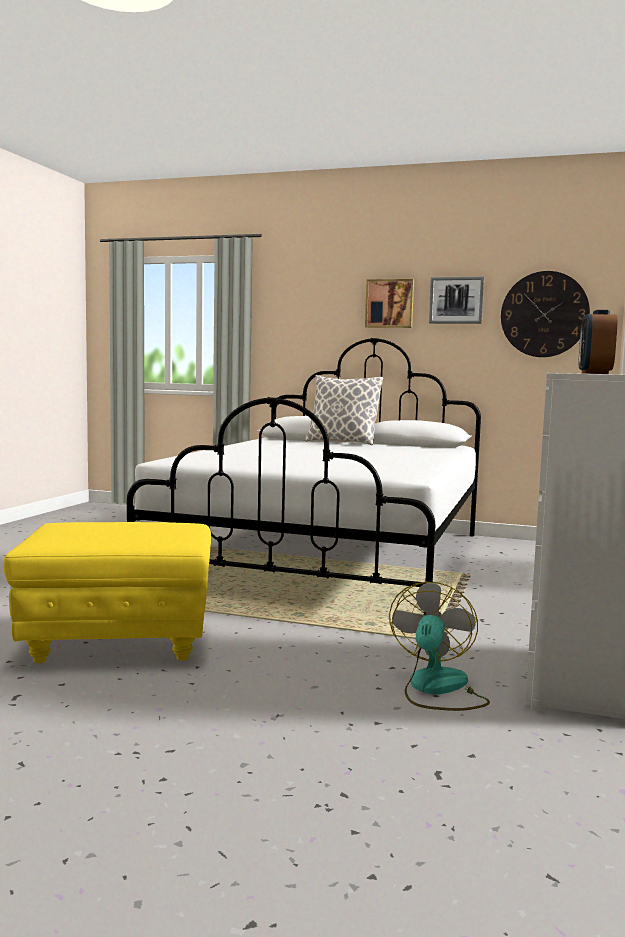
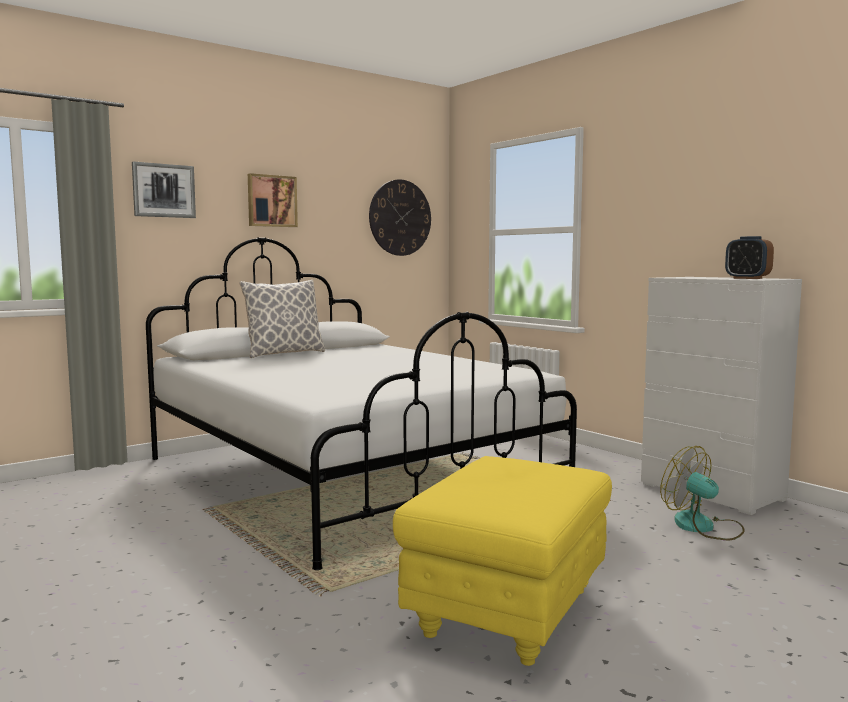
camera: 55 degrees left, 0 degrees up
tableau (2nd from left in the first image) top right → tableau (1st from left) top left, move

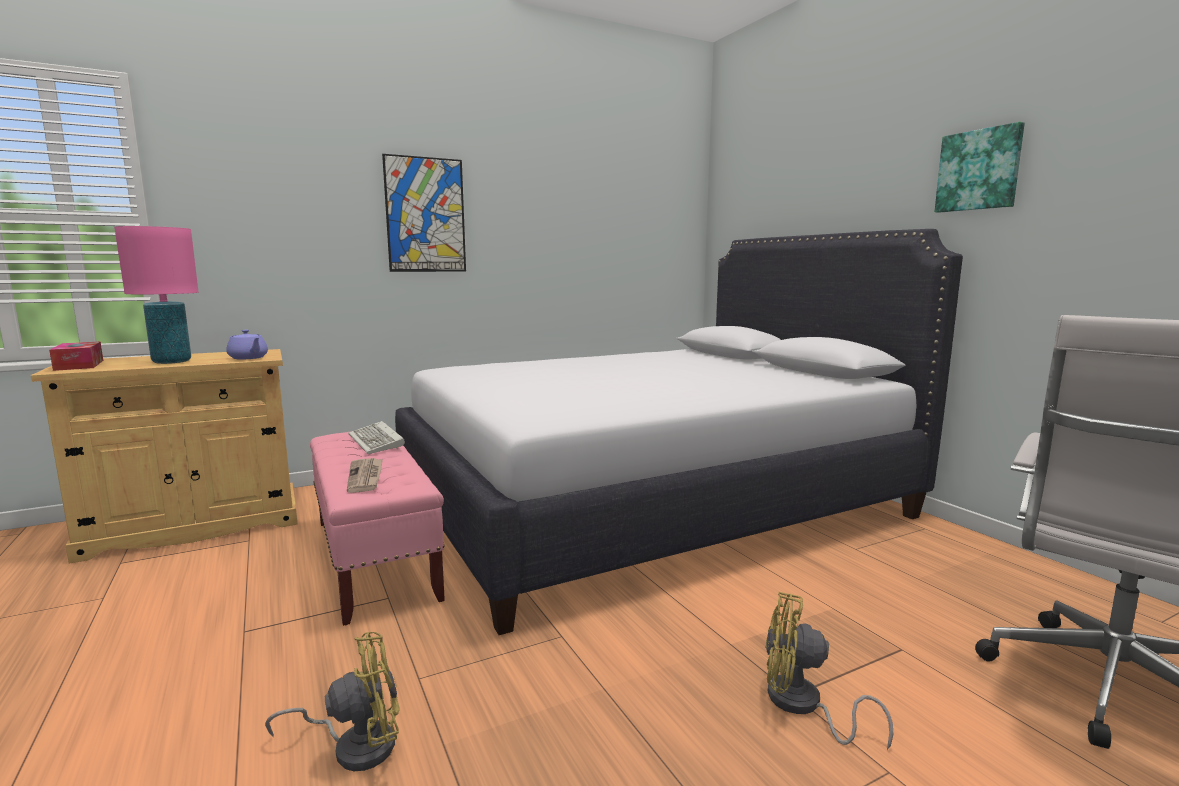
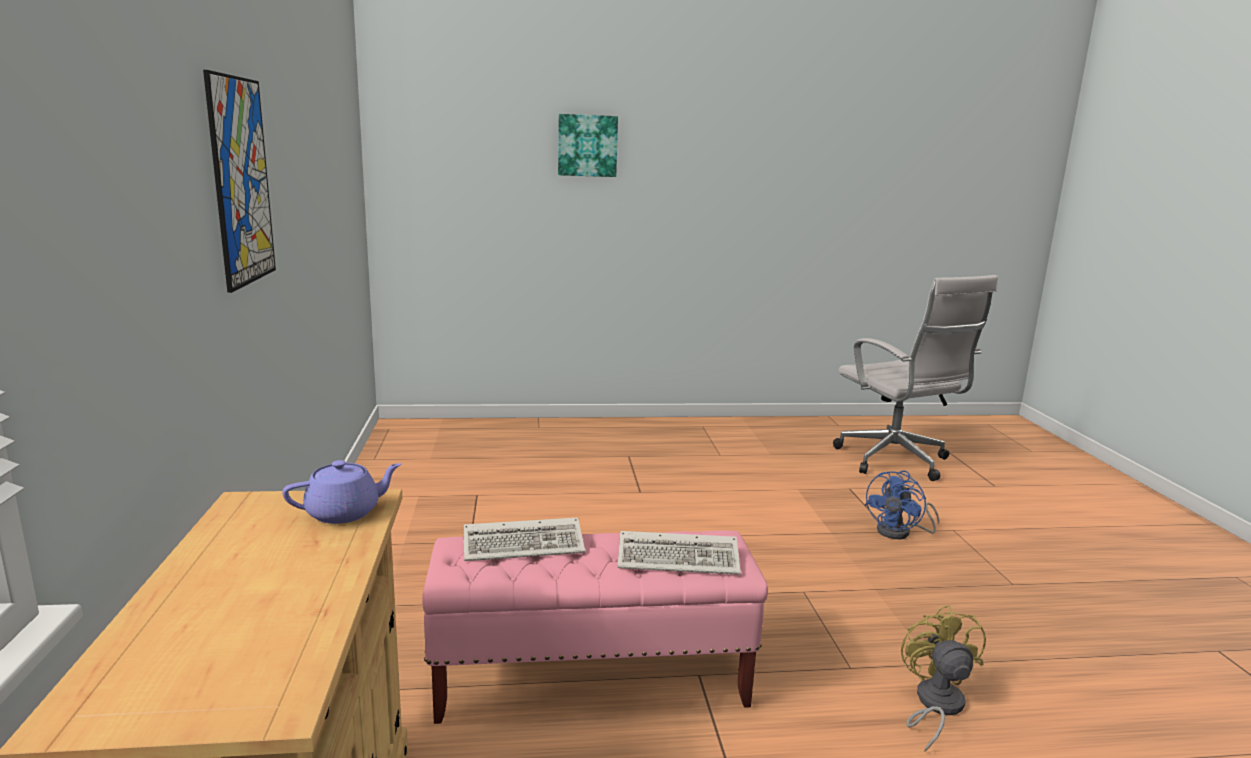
camera: 70 degrees left, 5 degrees up
tableau (2nd from left) top right → tableau (2nd from left) top centre, move
lampe de table (rose) middle left → -
lit (blanc) centre → -
boîte à mouchoirs middle left → -
journal middle left → clavier (2nd from left) bottom centre
ventilateur (jaune) (2nd from left) bottom right → ventilateur (bleu) middle right

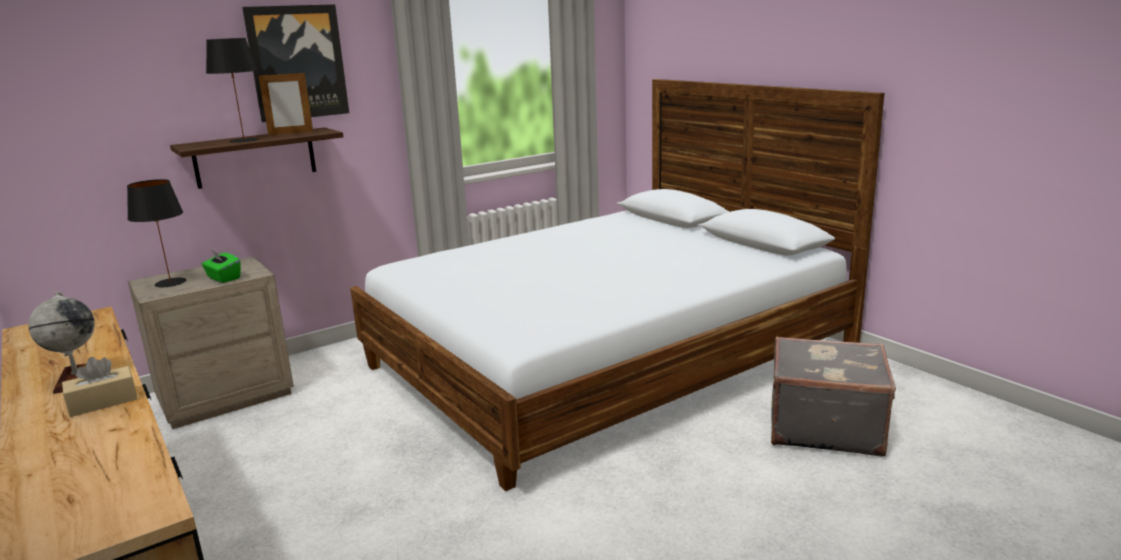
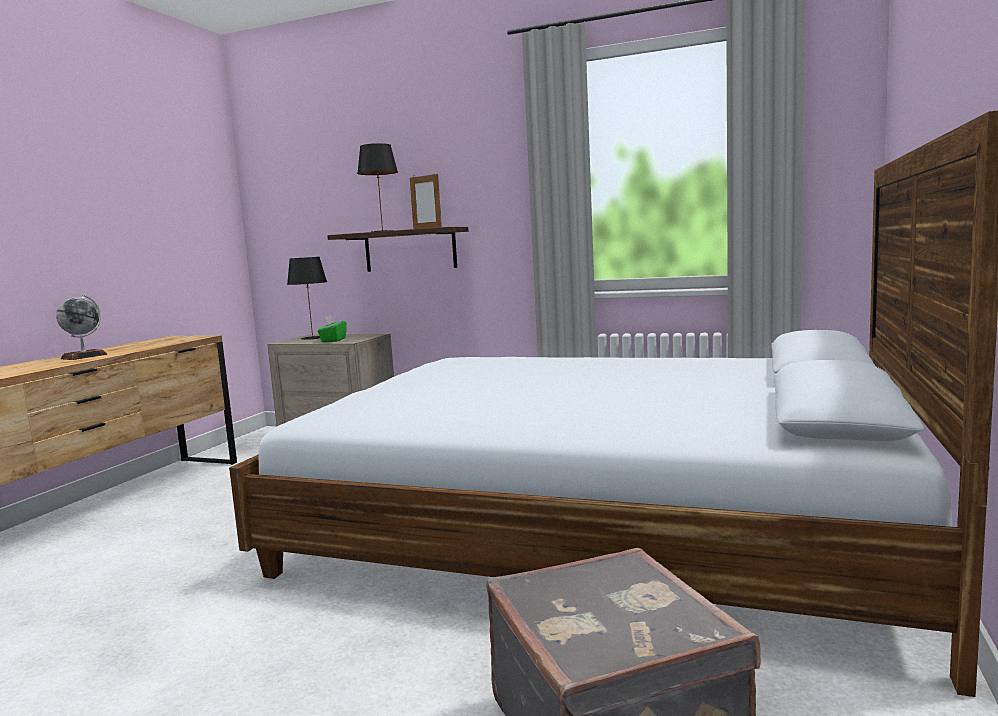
camera: 55 degrees right, 10 degrees down
tableau top left → -
boîte à mouchoirs (beige) bottom left → -

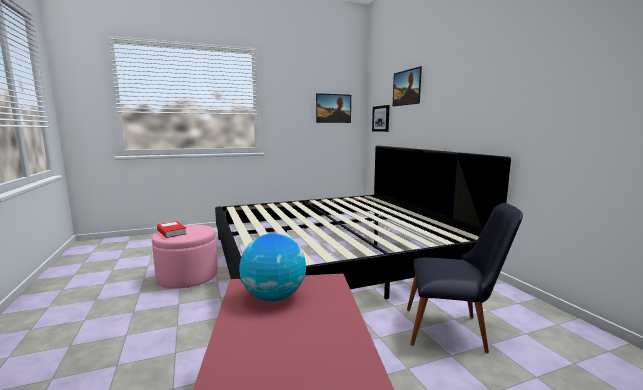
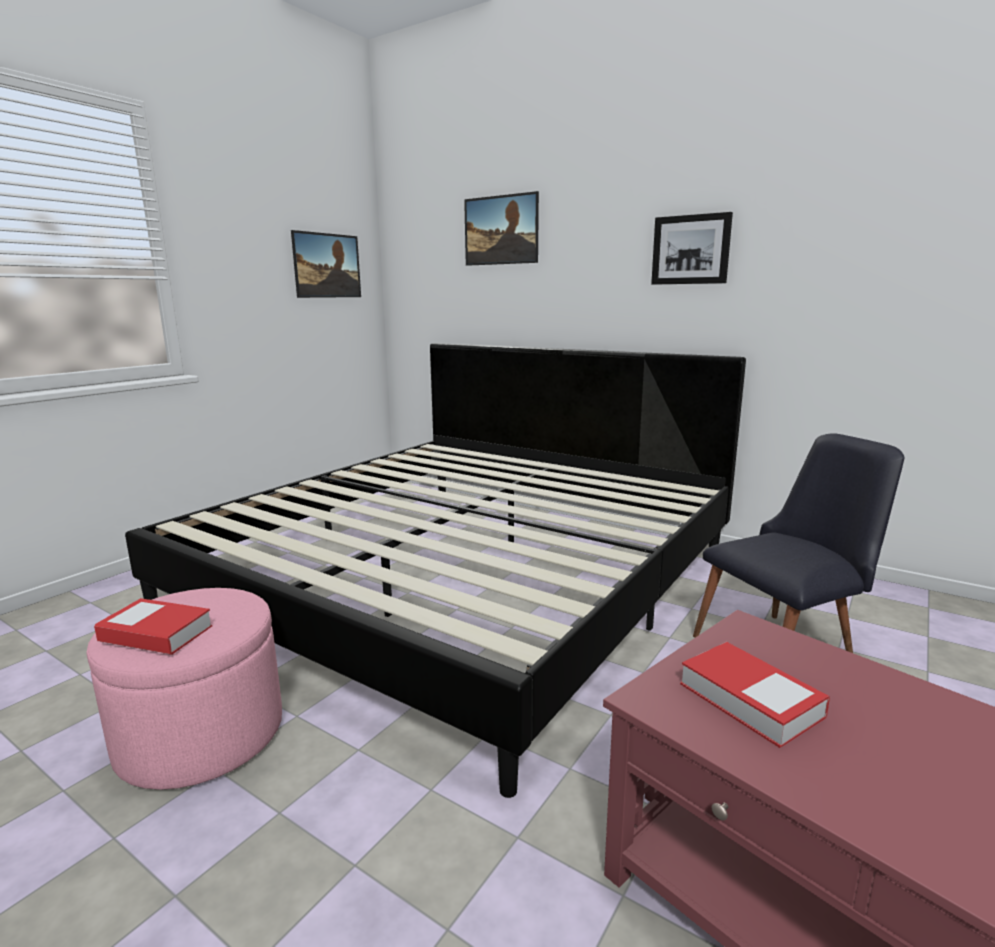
camera: 35 degrees left, 5 degrees up
tableau (2nd from left in the first image) top centre → tableau (3rd from left) top right, move
globe bottom centre → livre (2nd from left) bottom right

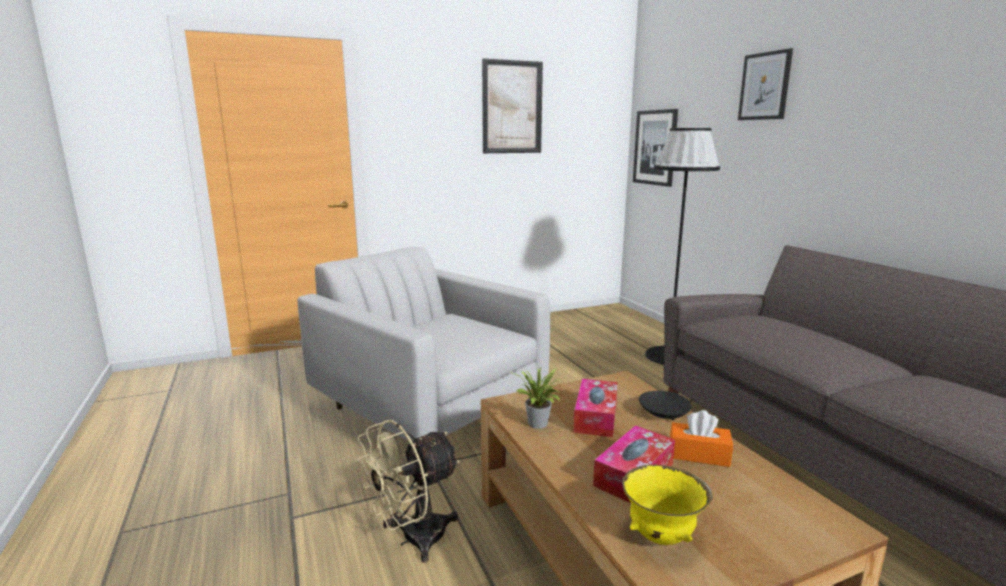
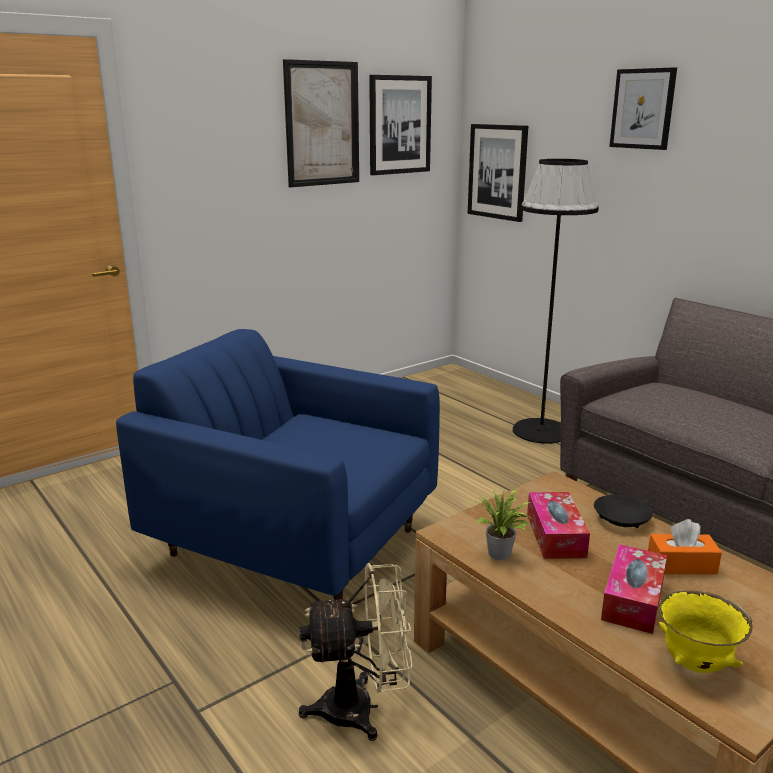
camera: 15 degrees left, 5 degrees up
fauteuil (blanc) centre → fauteuil (bleu) centre
ventilateur (beige) bottom centre, 135 degrees counterclockwise
- → tableau (2nd from left) top centre

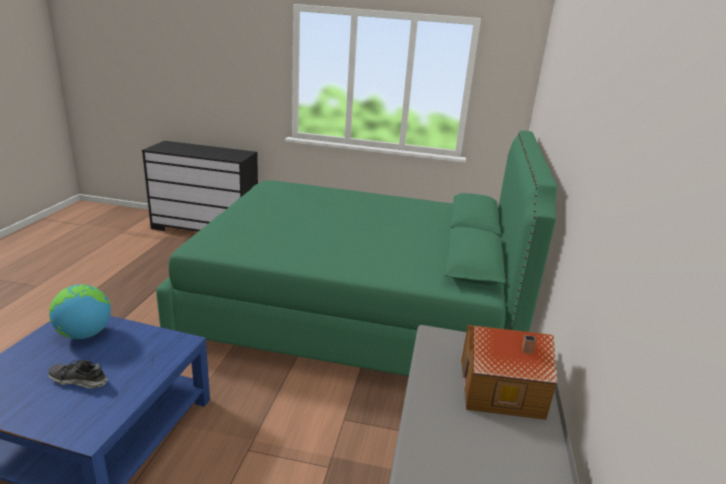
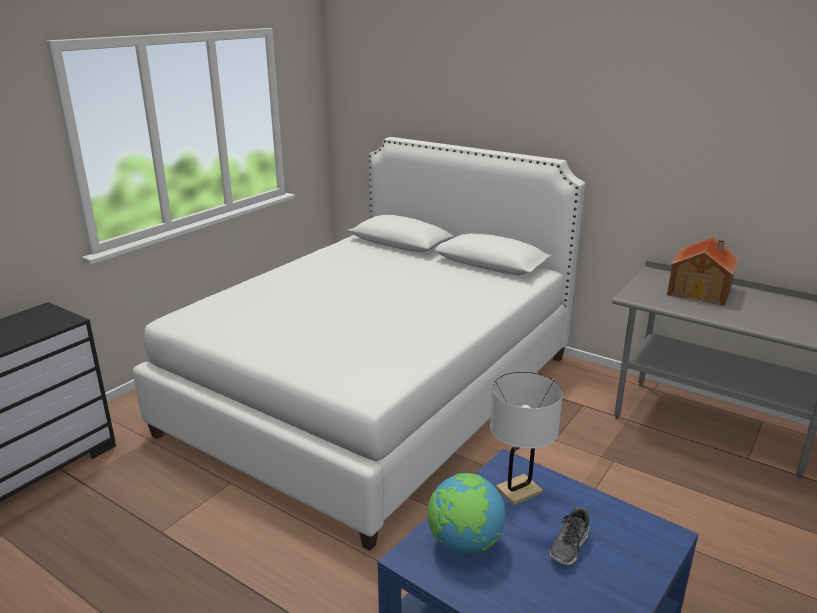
camera: 65 degrees left, 0 degrees up
lit (vert) centre → lit (blanc) centre
- → lampe de table (blanc) bottom centre

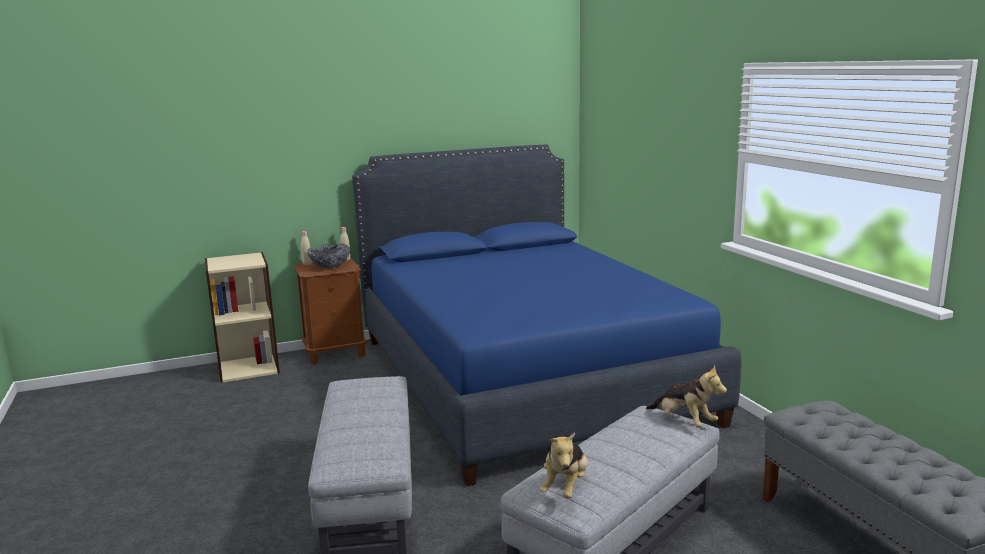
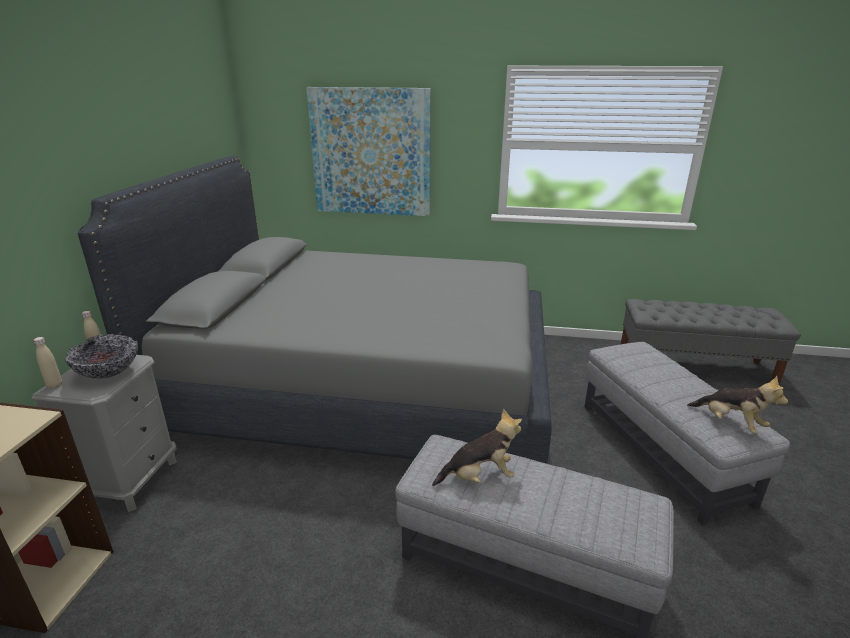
camera: 60 degrees left, 10 degrees up
lit (bleu) centre → lit (gris) centre
table de chevet (marron) centre → table de chevet (gris) bottom left
peluche (2nd from left in the first image) bottom right → peluche (1st from left) bottom centre, move
- → tableau top centre

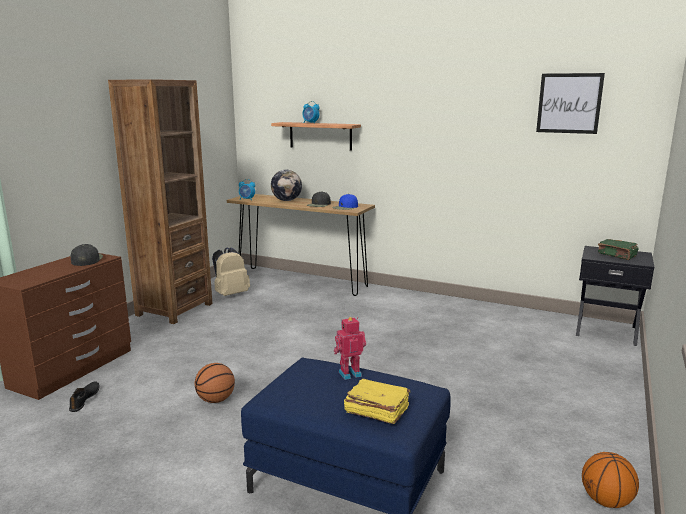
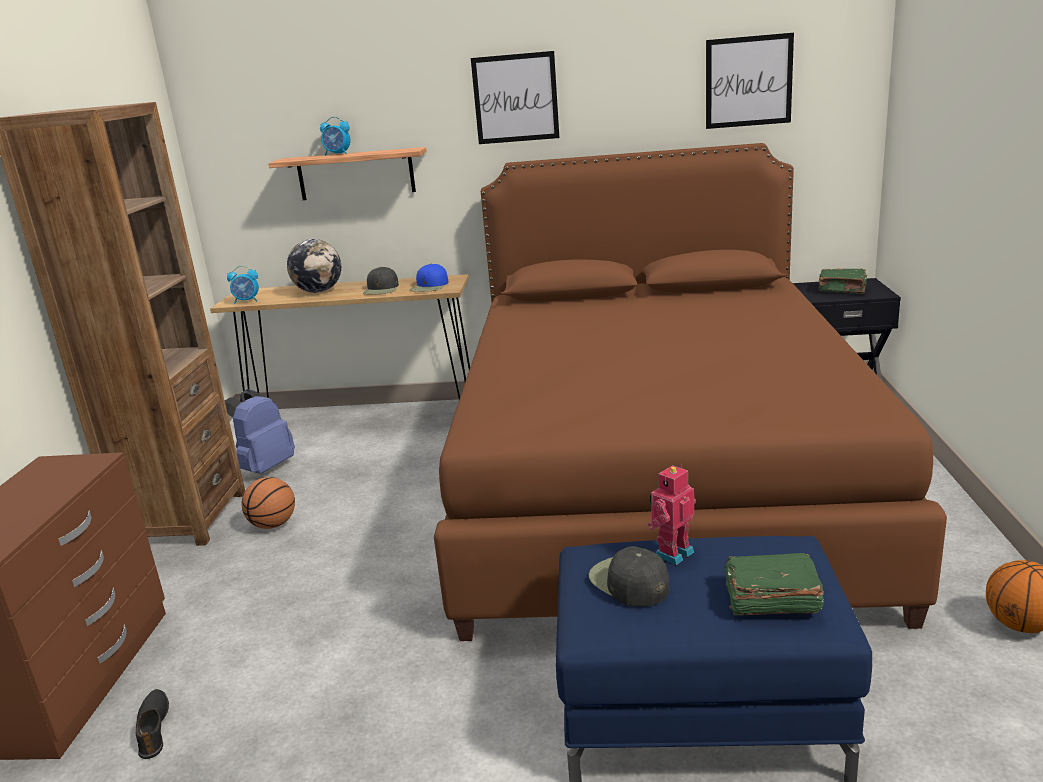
camera: 20 degrees left, 5 degrees up
casquette (noir) (1st from left in the first image) middle left → casquette (noir) (2nd from left) bottom centre, move
sac à dos (beige) centre → sac à dos (bleu) middle left
ballon de basket (1st from left) bottom left → ballon de basket (1st from left) middle left, move
livre (jaune) bottom centre → livre (vert) (1st from left) bottom right
- → tableau (1st from left) top centre
- → lit (marron) centre

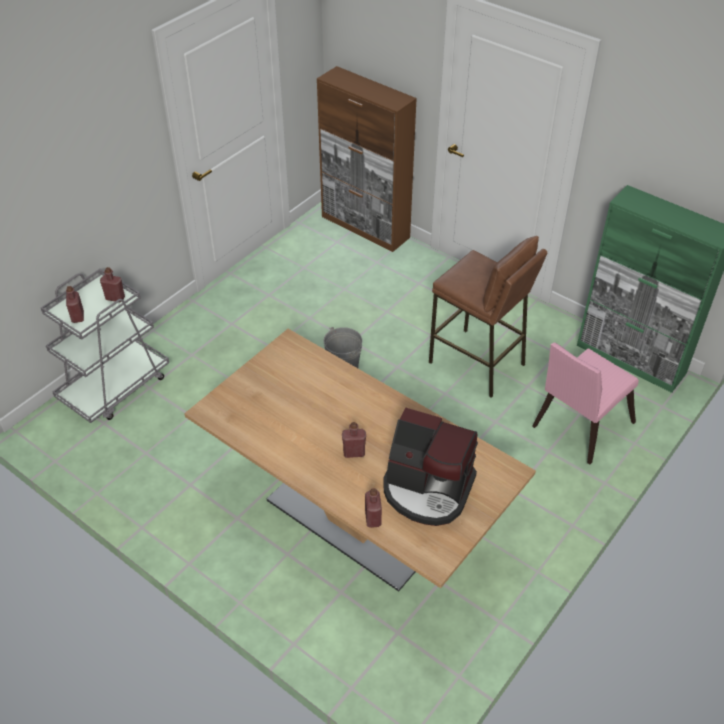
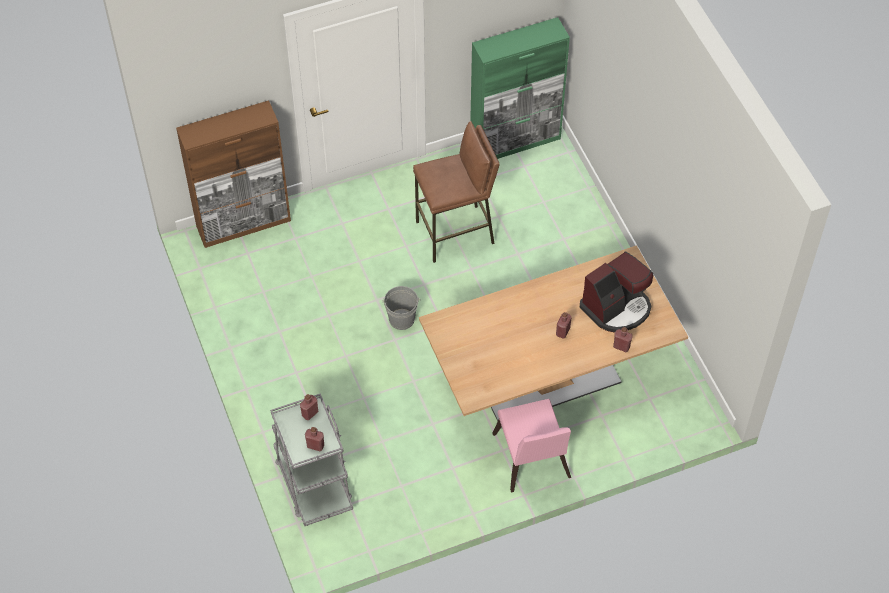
camera: 60 degrees left, 10 degrees up
chaise (rose) middle right → chaise (rose) bottom centre, move

